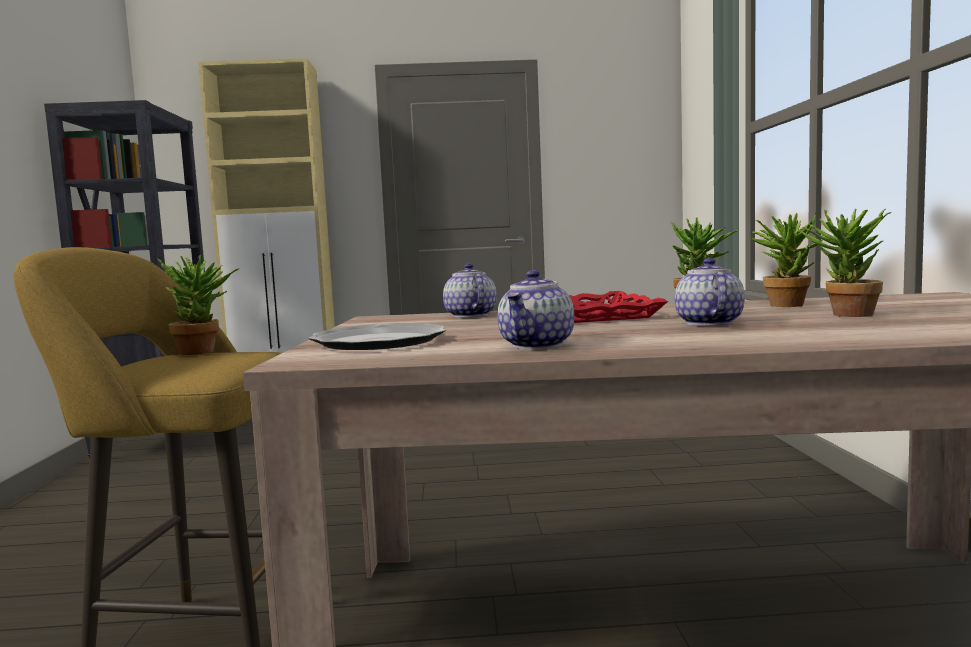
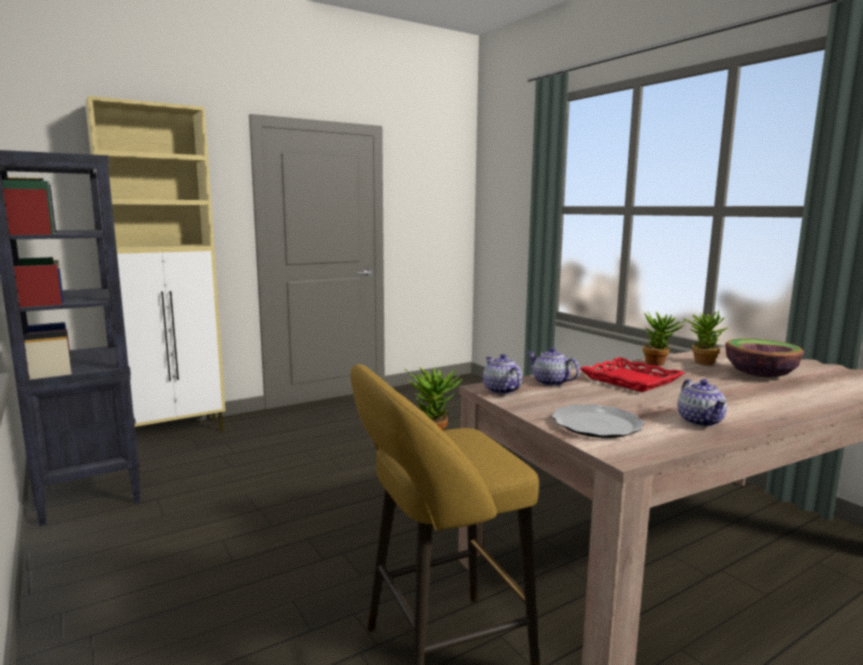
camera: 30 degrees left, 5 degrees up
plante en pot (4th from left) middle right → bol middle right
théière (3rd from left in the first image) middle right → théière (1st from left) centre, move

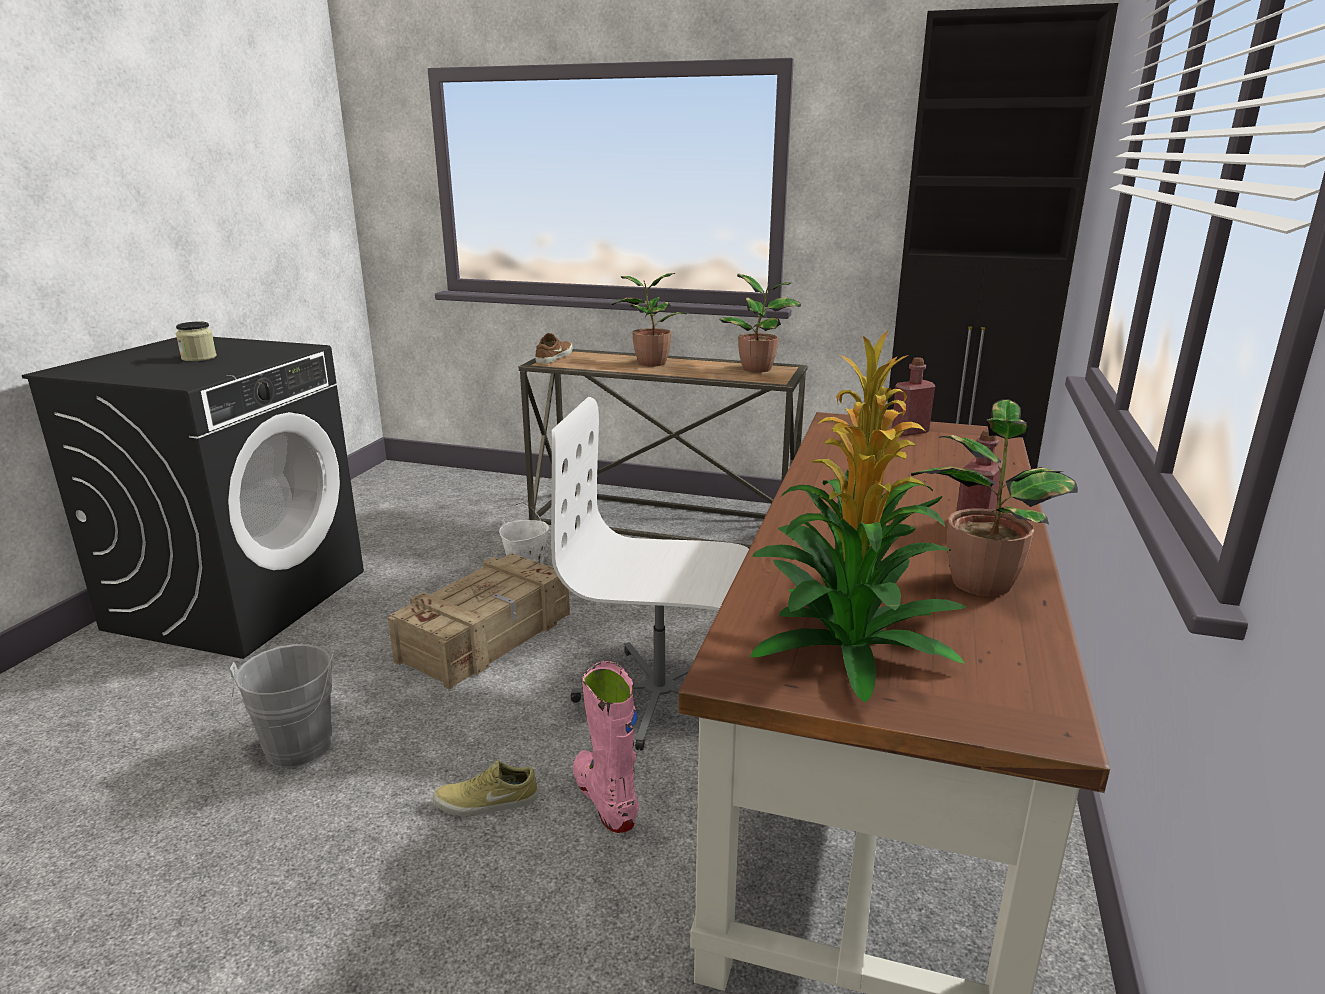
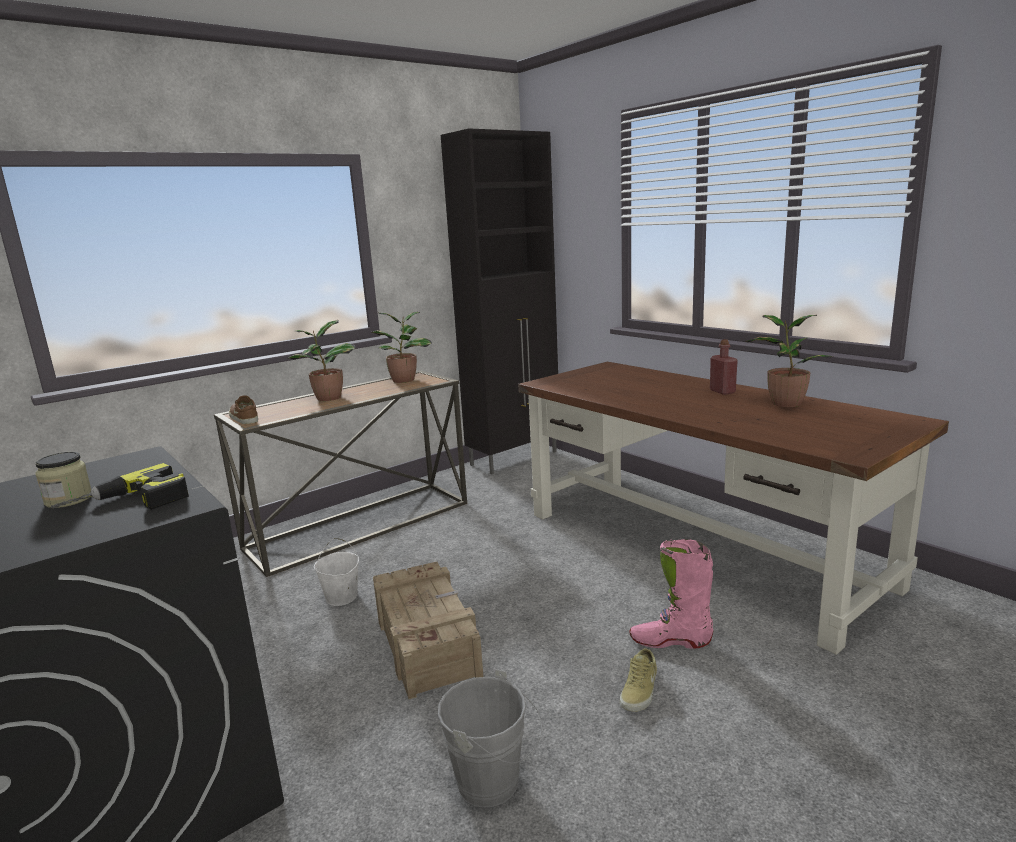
camera: 55 degrees left, 5 degrees down
plante en pot (3rd from left) centre → -
bouteille (rouge) (1st from left) middle right → -
chaise de bureau (blanc) centre → -
- → perceuse middle left

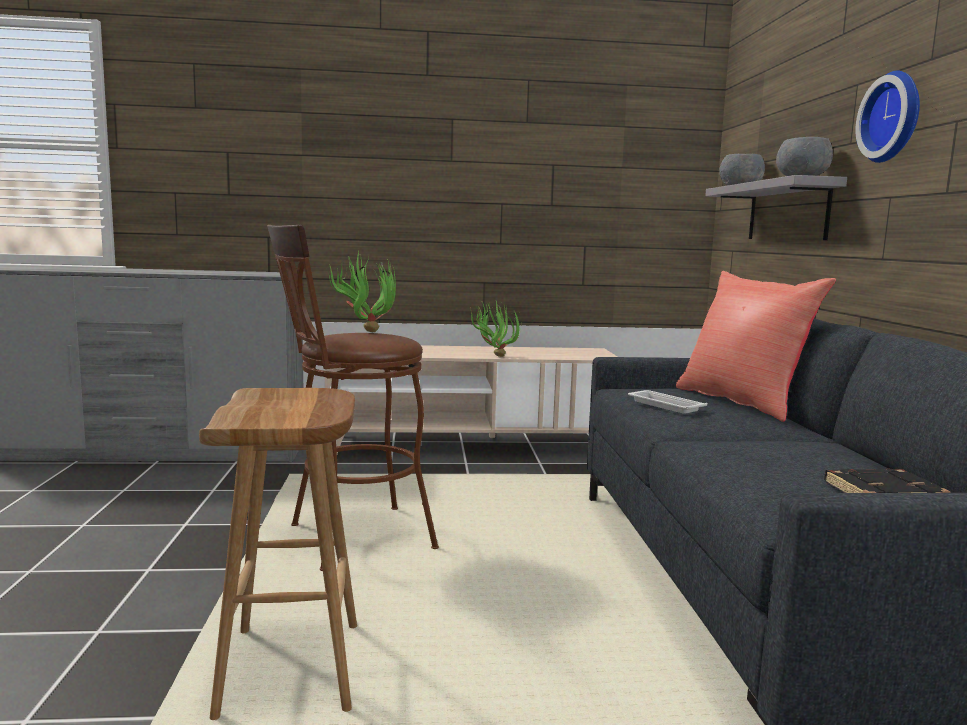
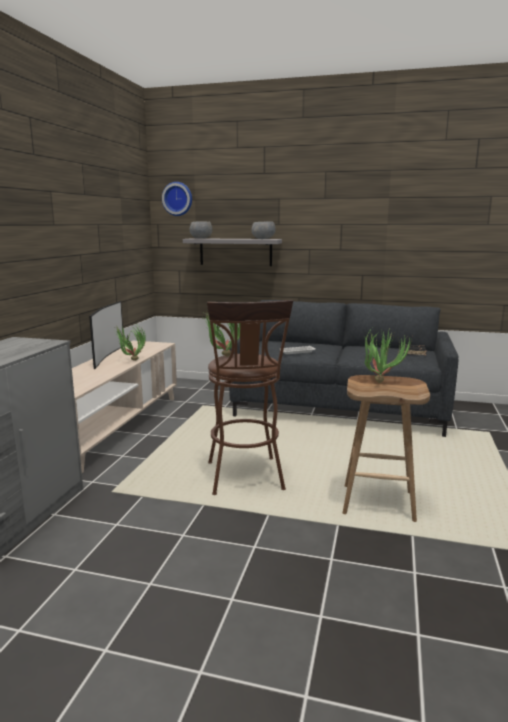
camera: 70 degrees left, 5 degrees up
horloge murale top right → horloge murale top centre, move
coussin (rouge) middle right → -
- → téléviseur middle left
- → plante en pot (3rd from left) middle right

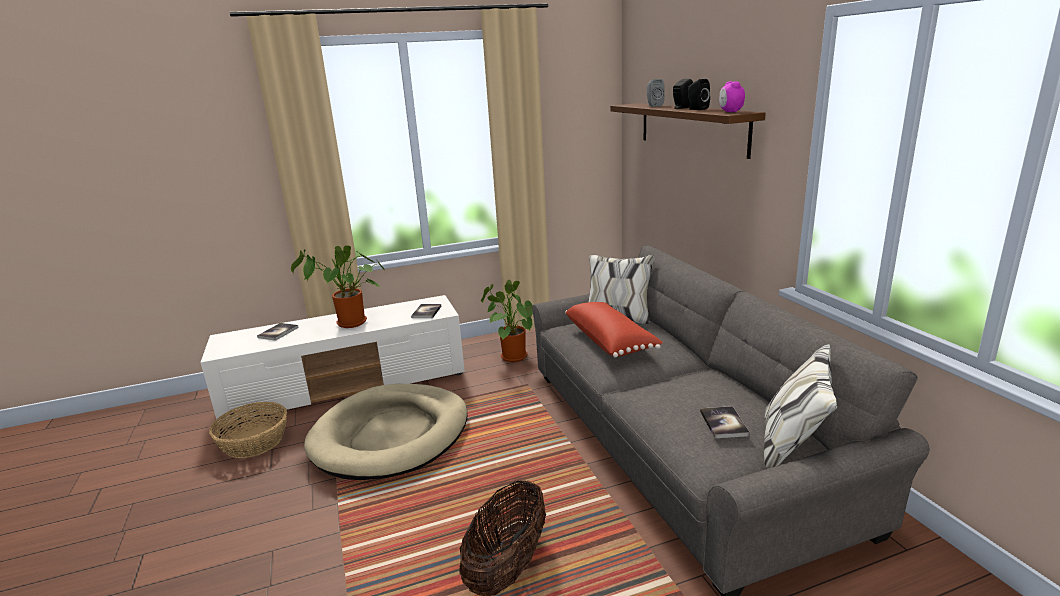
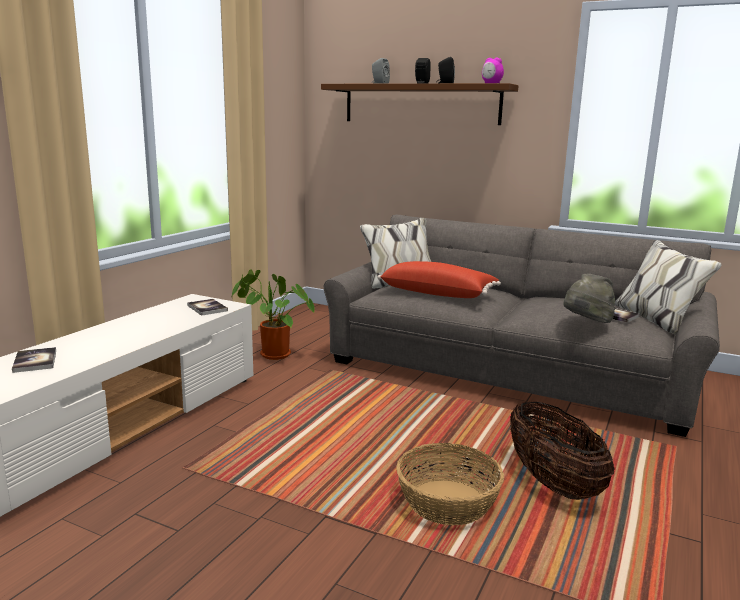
camera: 45 degrees left, 5 degrees down
plante en pot (1st from left) middle left → -
panier pour chien (beige) bottom centre → -
panier (1st from left) bottom left → panier (1st from left) bottom centre, move
- → chapeau (gris) middle right

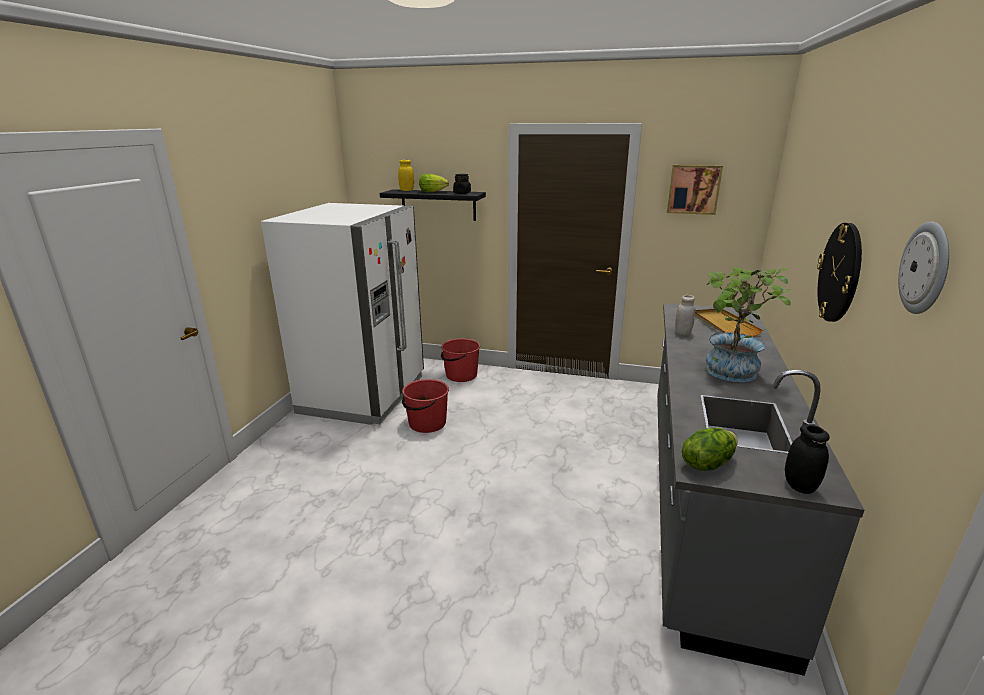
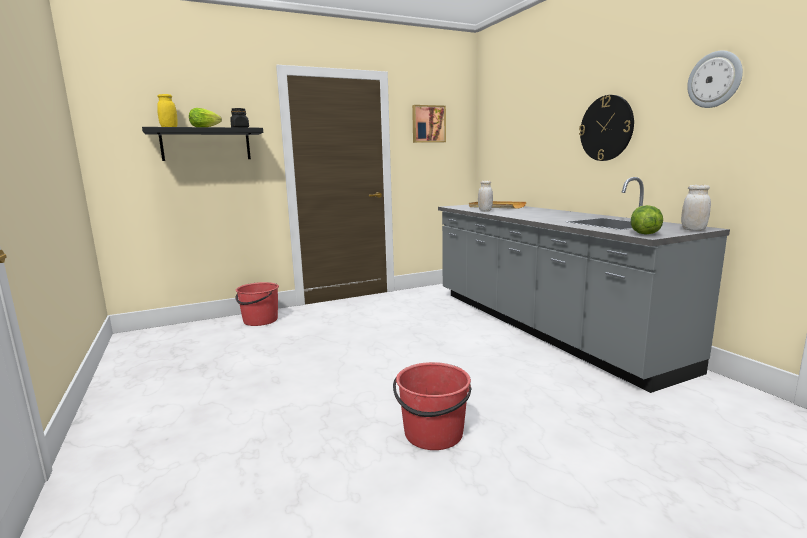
camera: 40 degrees left, 10 degrees down
réfrigérateur (blanc) centre → -
plante en pot middle right → -
seau (rouge) (1st from left in the first image) centre → seau (rouge) (2nd from left) bottom centre, move
bocal (noir) (2nd from left) middle right → bocal (blanc) (2nd from left) middle right

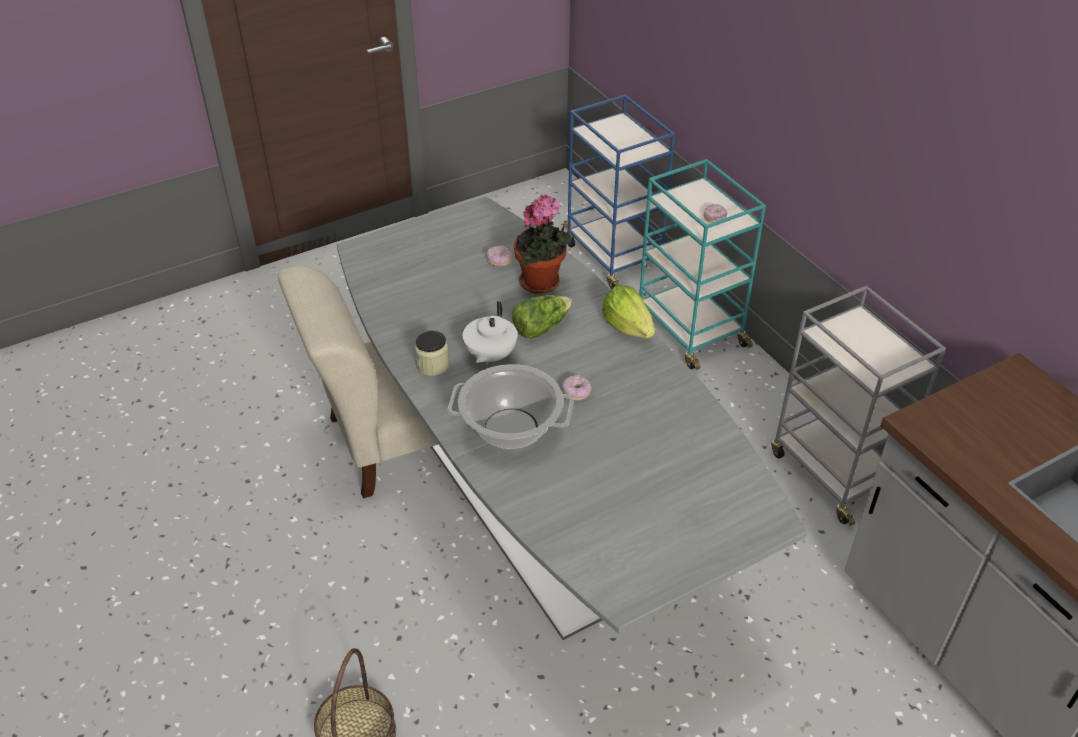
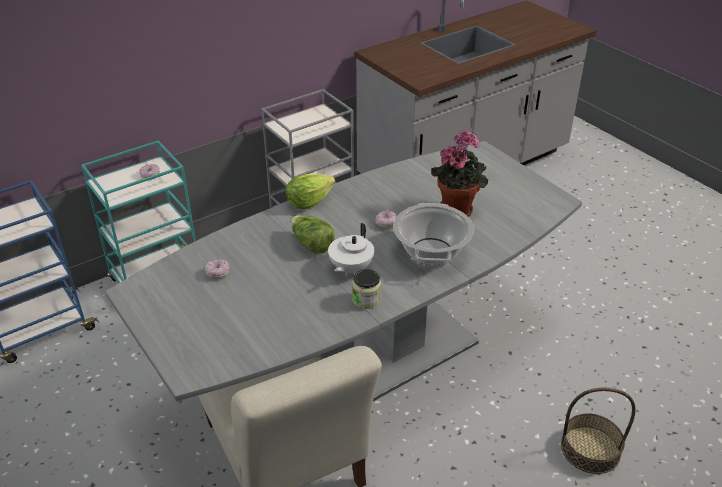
camera: 95 degrees left, 5 degrees down
plante en pot top centre → plante en pot centre, move
théière (blanc) centre, 105 degrees clockwise

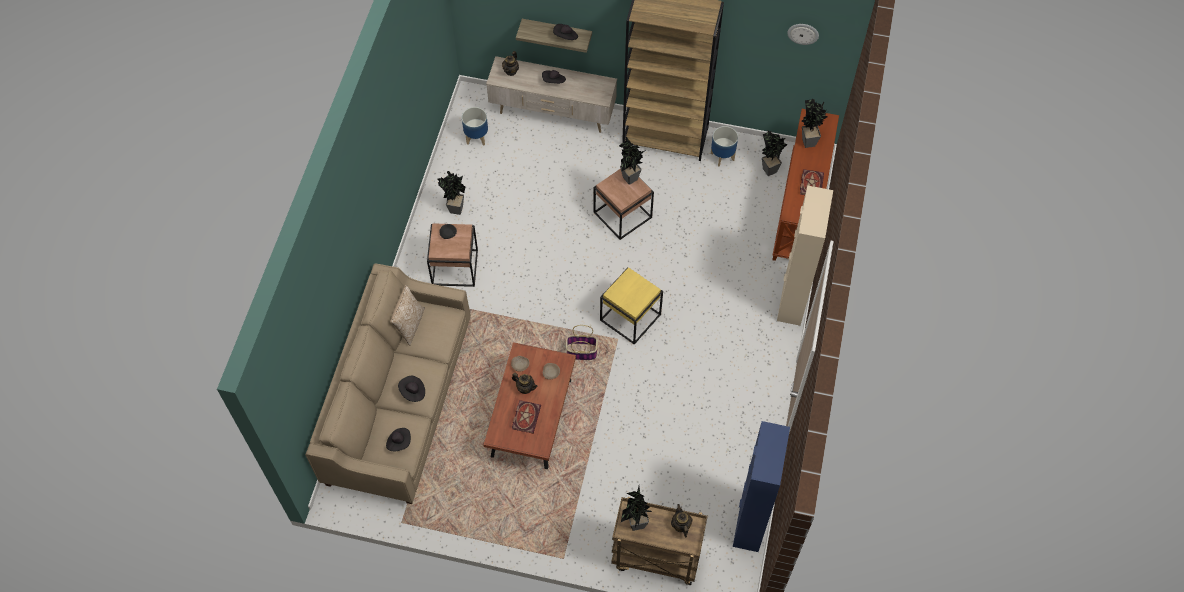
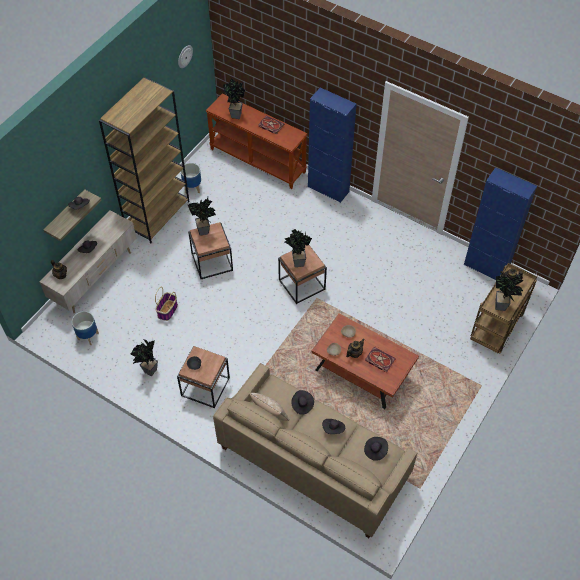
camera: 70 degrees left, 5 degrees down
plante en pot (4th from left) top centre → plante en pot (4th from left) centre, move
meuble de rangement (beige) middle right → meuble de rangement (bleu) (1st from left) top centre
table d'appoint (jaune) centre → table d'appoint (marron) (3rd from left) centre
panier centre → panier middle left, move
- → chapeau (noir) (3rd from left) bottom centre

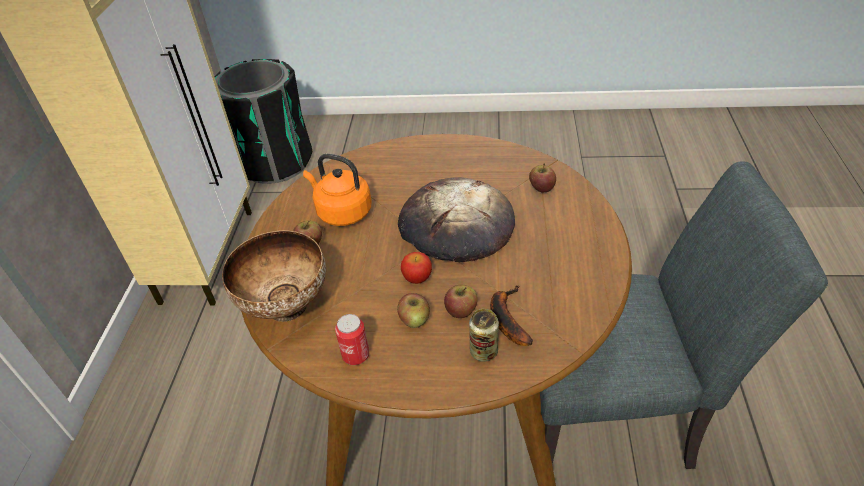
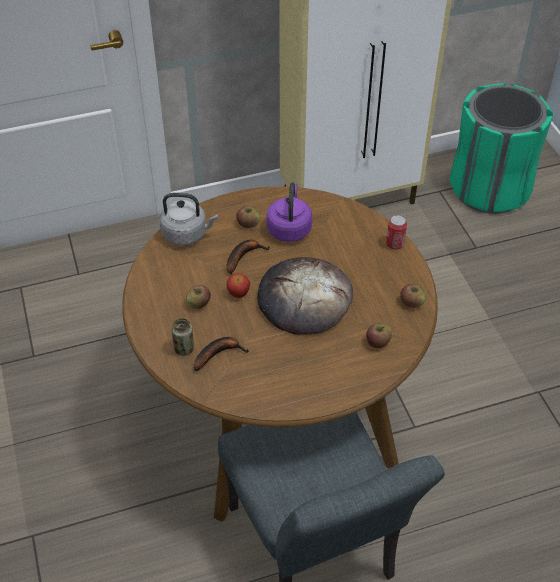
camera: 65 degrees right, 5 degrees up
poubelle (noir) top left → poubelle (vert) top right
bouilloire (orange) centre → bouilloire (violet) centre
bol middle left → bouilloire (gris) centre
pomme (4th from left in the first image) centre → pomme (5th from left) middle right, move
boîte métallique (1st from left in the first image) bottom centre → boîte métallique (2nd from left) middle right, move
- → banane (2nd from left) centre

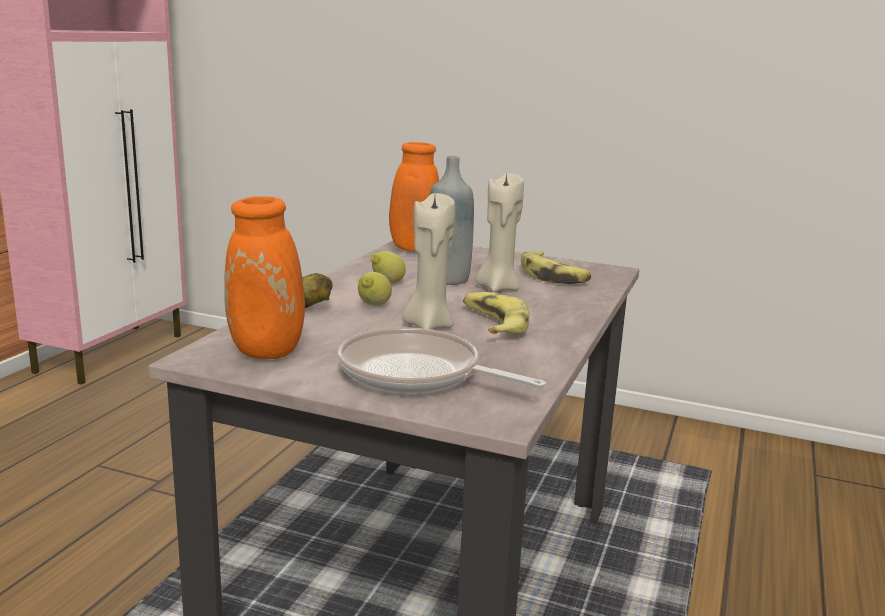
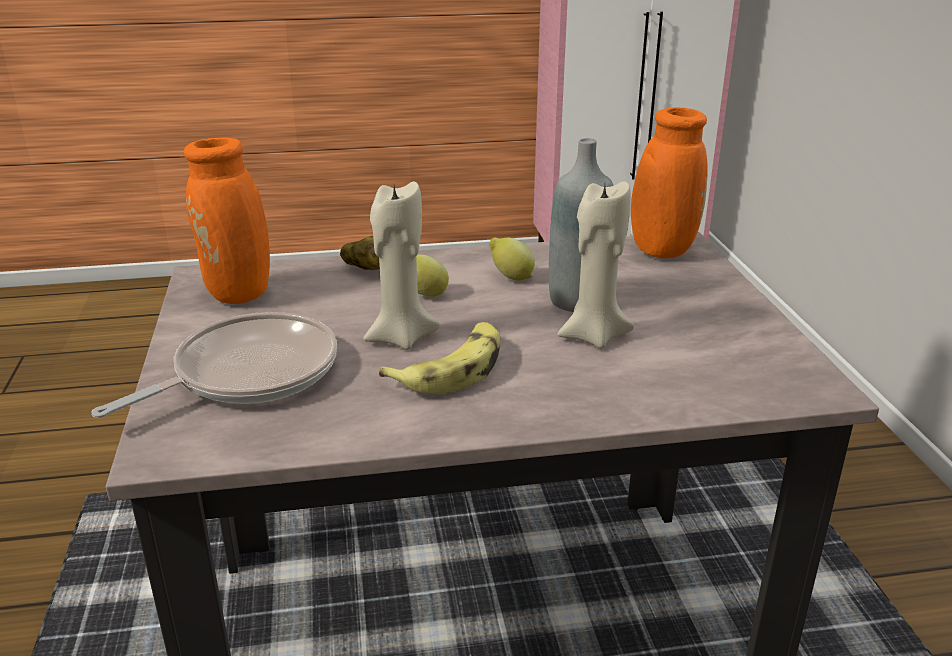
camera: 60 degrees right, 10 degrees up
banane (2nd from left) centre → -
poêle centre → poêle middle left, 45 degrees clockwise

